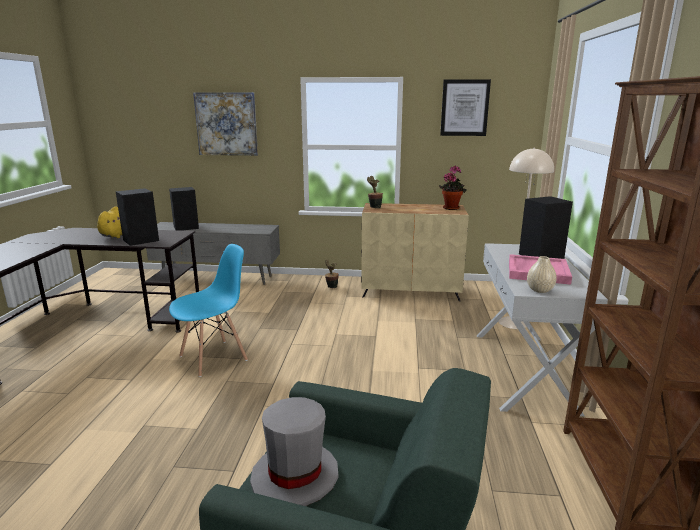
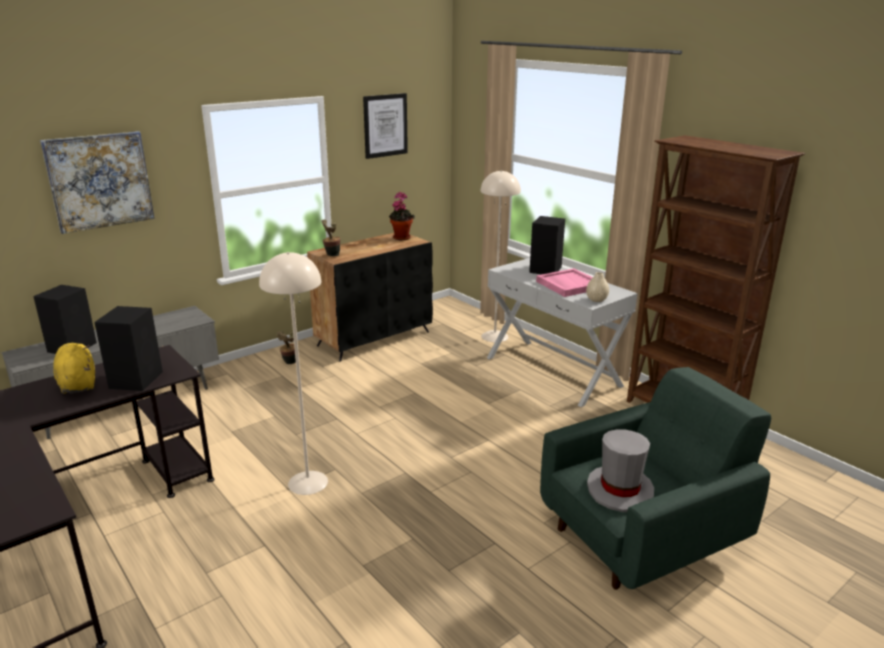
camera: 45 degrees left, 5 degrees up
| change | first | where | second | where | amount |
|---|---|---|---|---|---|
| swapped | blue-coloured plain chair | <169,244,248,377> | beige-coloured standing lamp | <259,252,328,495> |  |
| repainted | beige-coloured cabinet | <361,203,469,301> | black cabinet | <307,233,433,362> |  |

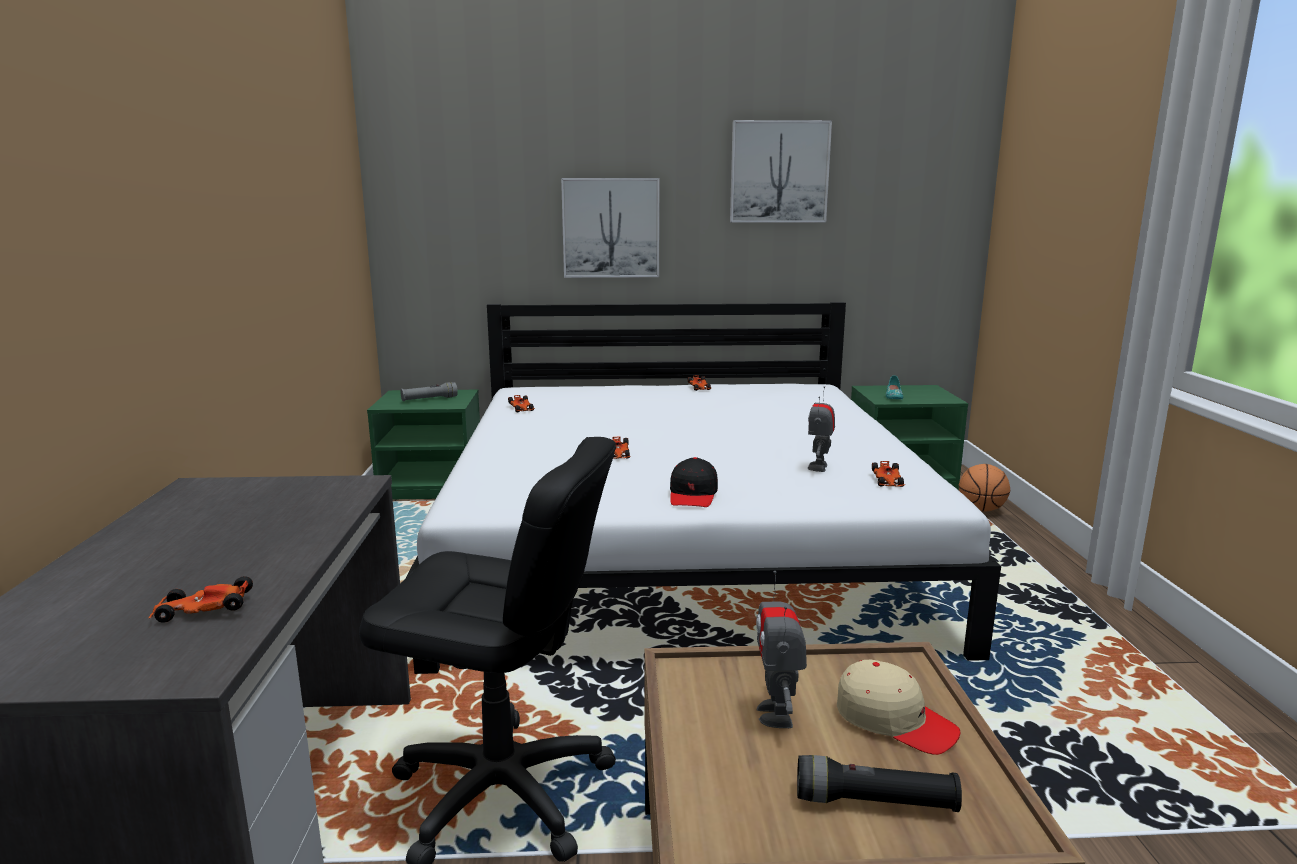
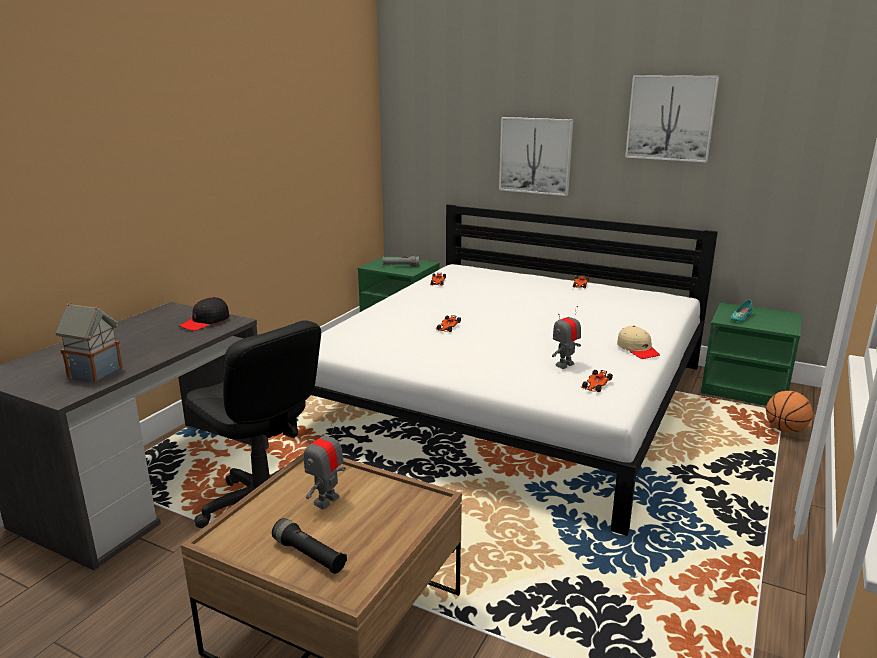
camera: 30 degrees right, 5 degrees up
| change | first | where | second | where | amount |
|---|---|---|---|---|---|
| swapped | miniature car | <148,576,253,623> | model house | <55,302,123,382> |  |
| shifted | black cap | <670,457,718,507> |  | <179,297,229,331> |  |
| shifted | beige-coloured cap | <837,660,960,755> |  | <617,326,660,359> |  |

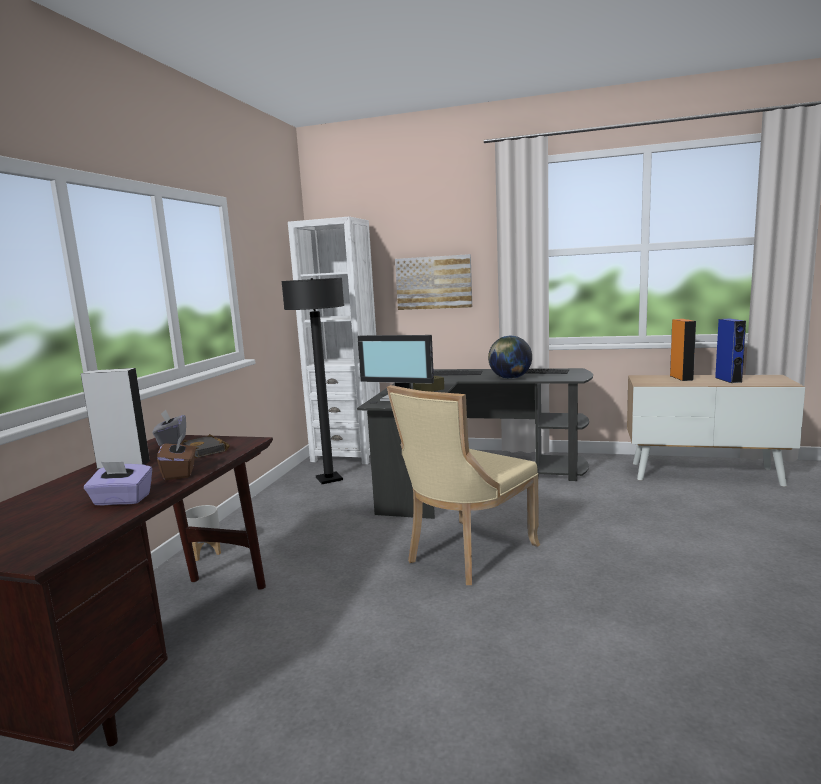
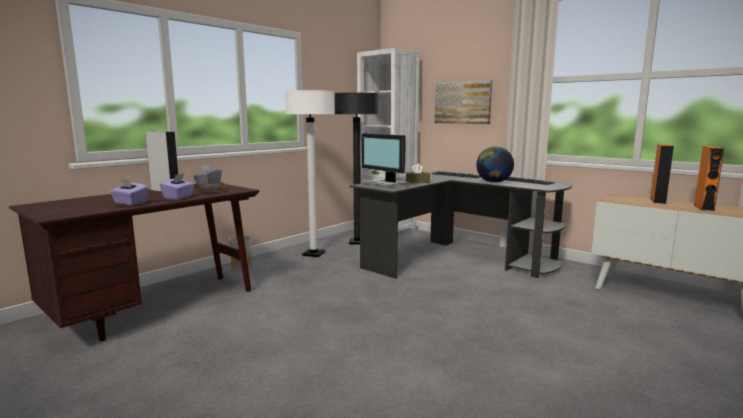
camera: 25 degrees right, 0 degrees up
| change | first | where | second | where | amount |
|---|---|---|---|---|---|
| repainted | brownish box of tissues | <157,434,196,480> | purple-coloured box of tissues | <160,174,195,200> |  |
| new |  |  | white-coloured standing lamp | <285,90,334,257> |  |
| repainted | blue-coloured loudspeaker | <715,318,746,383> | orangey loudspeaker | <694,146,724,211> |  |
| gone | beige-coloured plain chair | <387,385,540,585> |  |  |  |

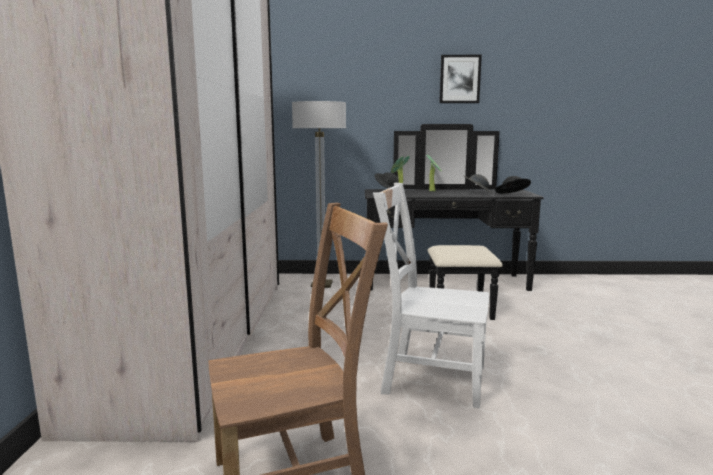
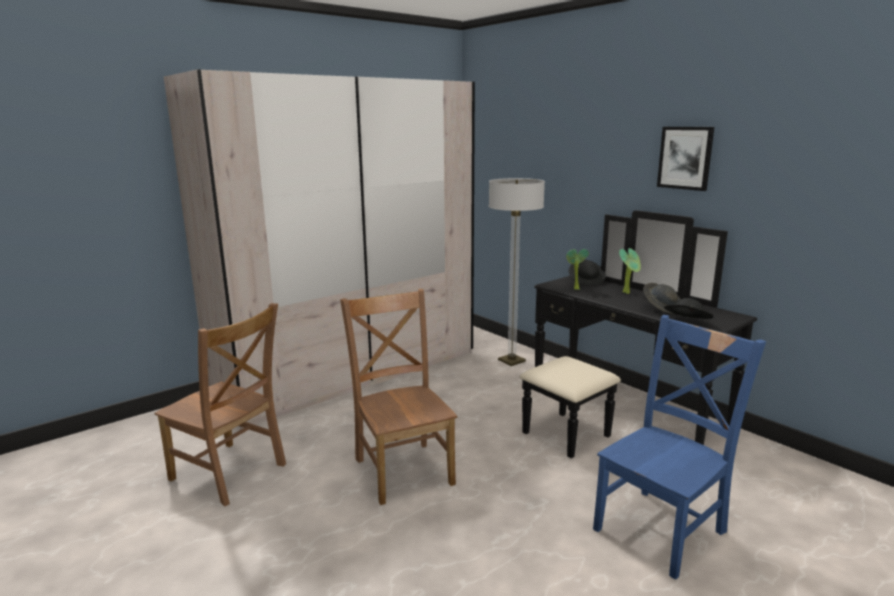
camera: 50 degrees right, 5 degrees up
| change | first | where | second | where | amount |
|---|---|---|---|---|---|
| repainted | white-coloured plain chair | <373,183,489,408> | brownish plain chair | <340,289,457,505> |  |
| new |  |  | blue-coloured plain chair | <593,315,766,580> |  |

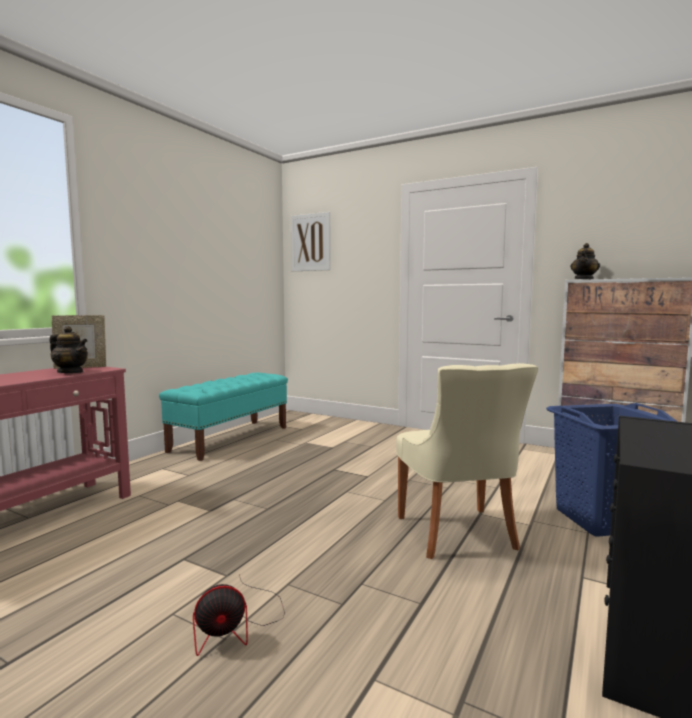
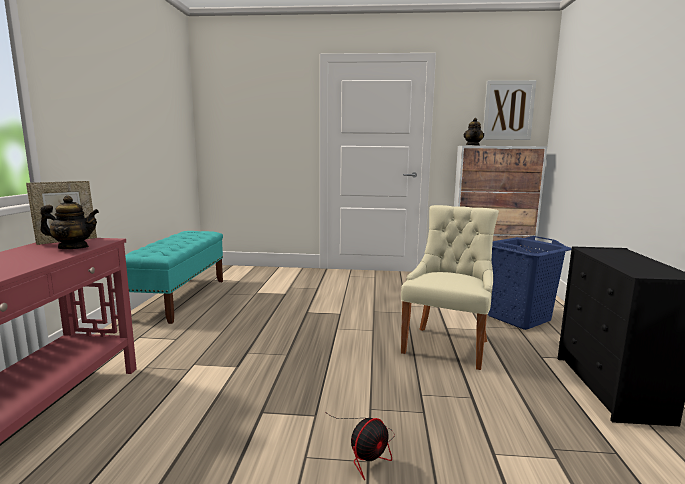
camera: 25 degrees left, 5 degrees up
| change | first | where | second | where | amount |
|---|---|---|---|---|---|
| rotated | beige-coloured plain chair | <396,363,538,559> |  | <401,205,499,370> | 120 degrees counterclockwise |
| shifted | wall art | <291,212,331,271> |  | <482,80,536,140> |  |

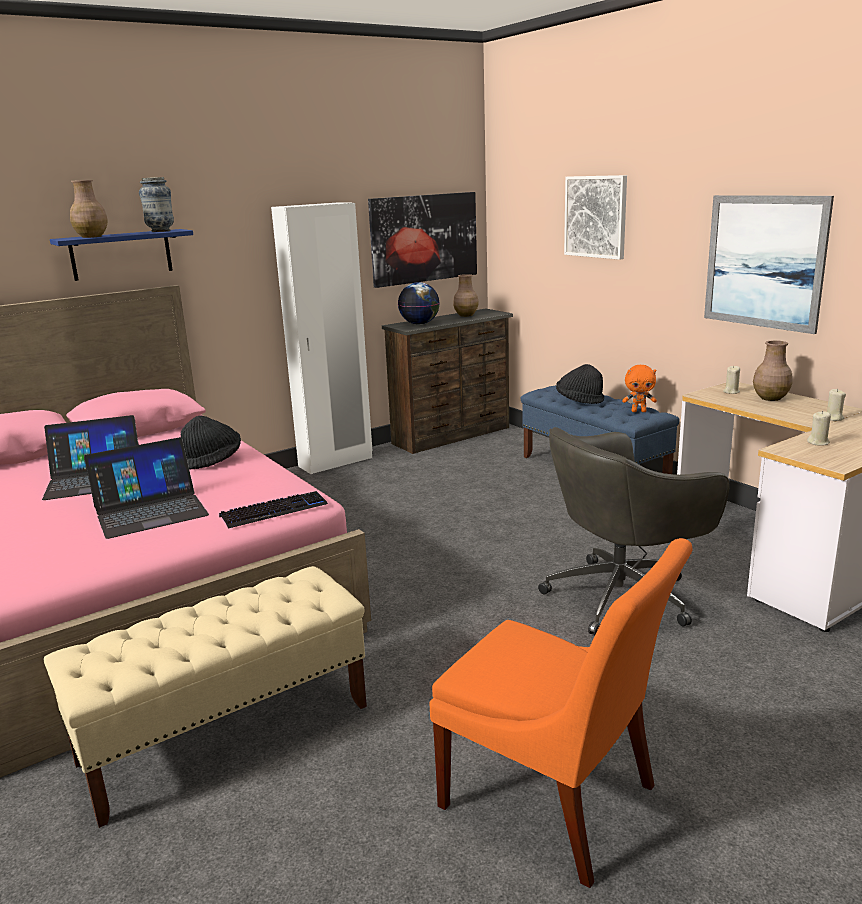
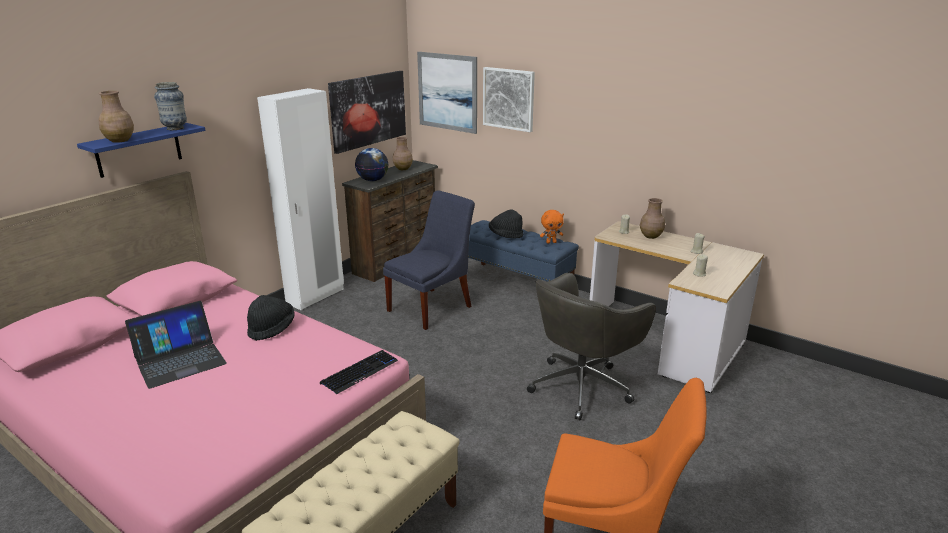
camera: 20 degrees left, 5 degrees up
| change | first | where | second | where | amount |
|---|---|---|---|---|---|
| new |  |  | blue-coloured plain chair | <383,190,475,330> |  |
| shifted | wall art | <704,195,834,334> |  | <417,52,477,134> |  |
| gone | laptop | <84,437,209,539> |  |  |  |

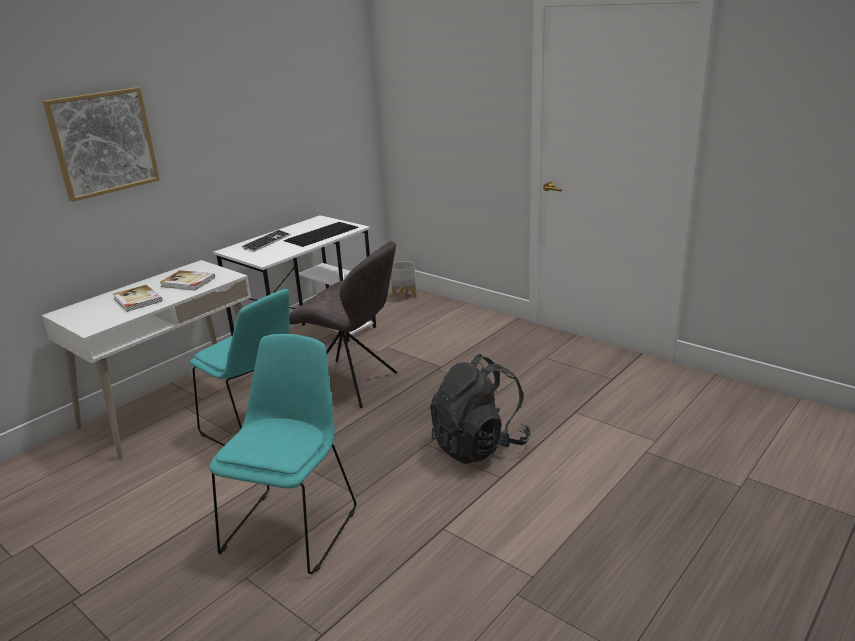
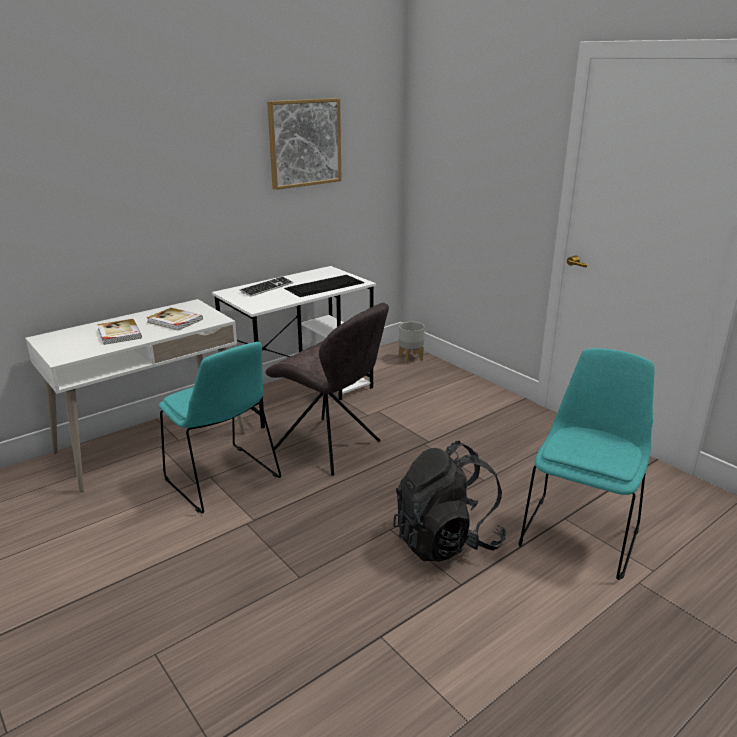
camera: 10 degrees right, 0 degrees up
| change | first | where | second | where | amount |
|---|---|---|---|---|---|
| shifted | wall art | <43,87,160,202> |  | <267,98,342,190> |  |
| shifted | turquoise-coloured plain chair | <209,334,356,574> |  | <518,348,655,580> |  |

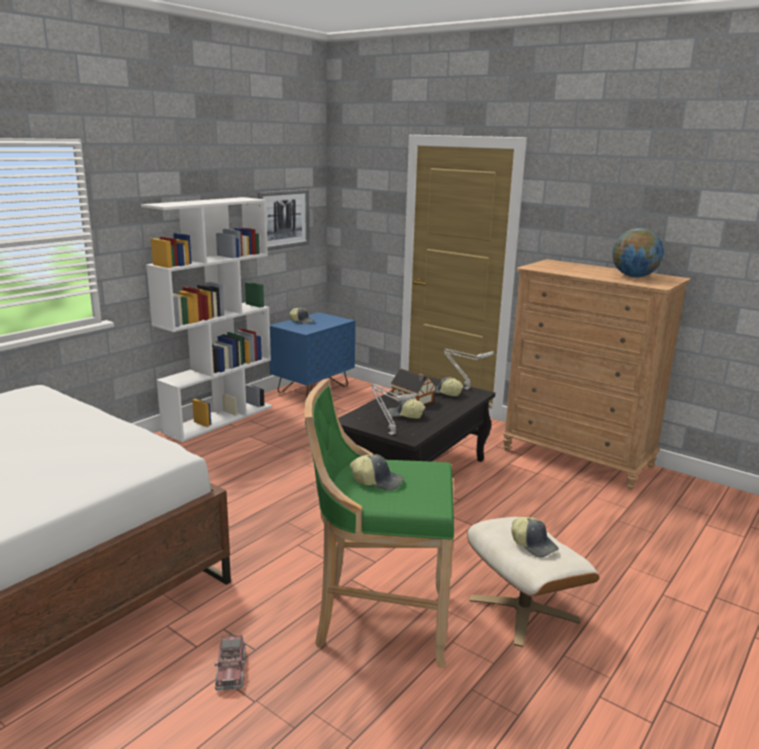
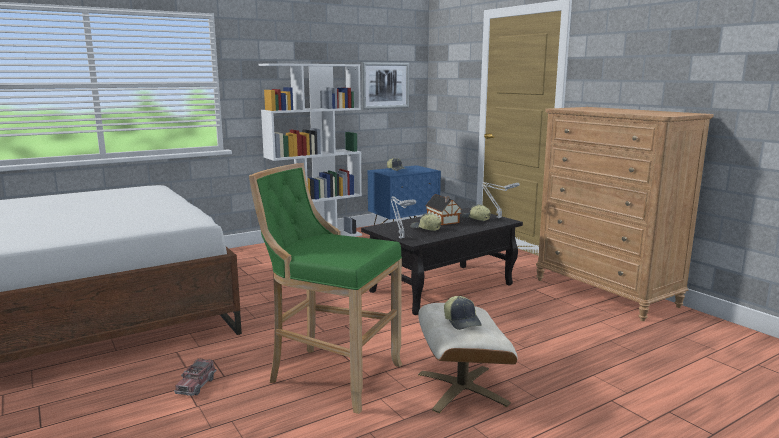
camera: 20 degrees right, 5 degrees down
| change | first | where | second | where | amount |
|---|---|---|---|---|---|
| gone | cap | <350,454,404,491> |  |  |  |
| gone | globe | <612,228,664,277> |  |  |  |

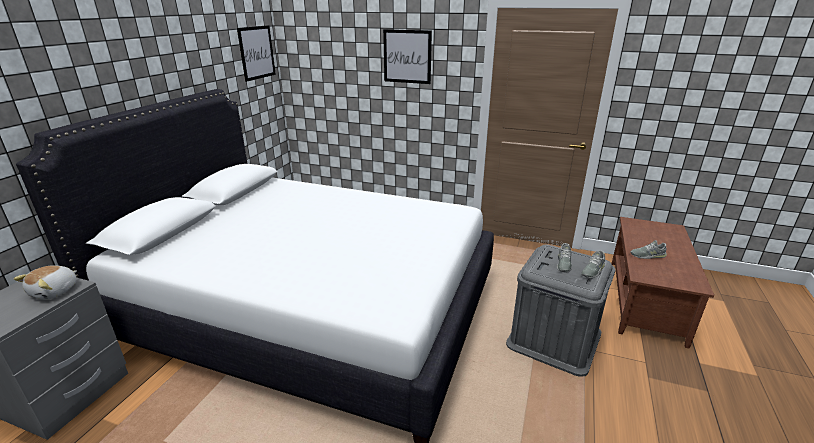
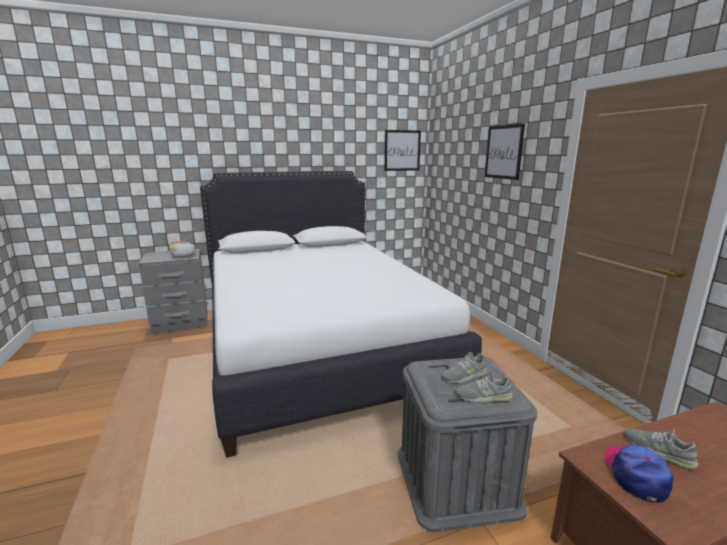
camera: 50 degrees right, 10 degrees down
| change | first | where | second | where | amount |
|---|---|---|---|---|---|
| new |  |  | cap | <605,444,673,503> |  |

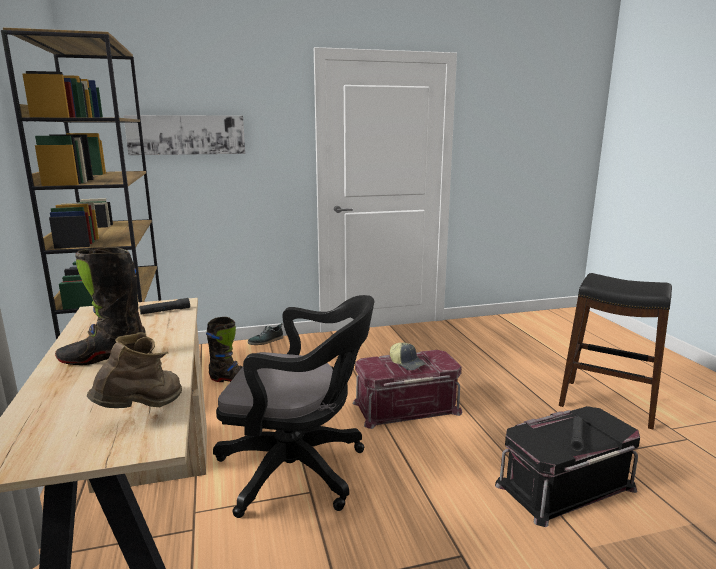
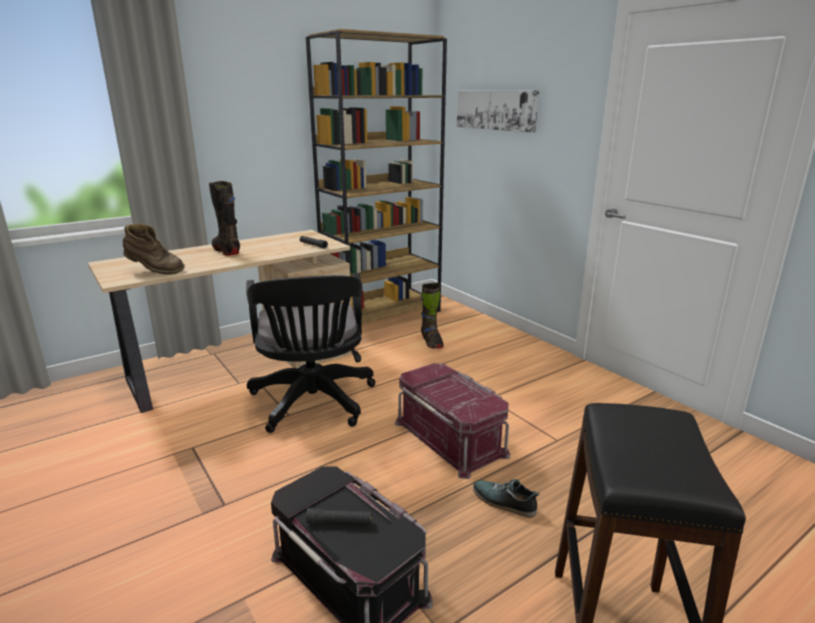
camera: 70 degrees right, 5 degrees up
| change | first | where | second | where | amount |
|---|---|---|---|---|---|
| shifted | shoe | <248,323,283,345> |  | <473,479,540,518> |  |
| gone | cap | <390,342,426,371> |  |  |  |

